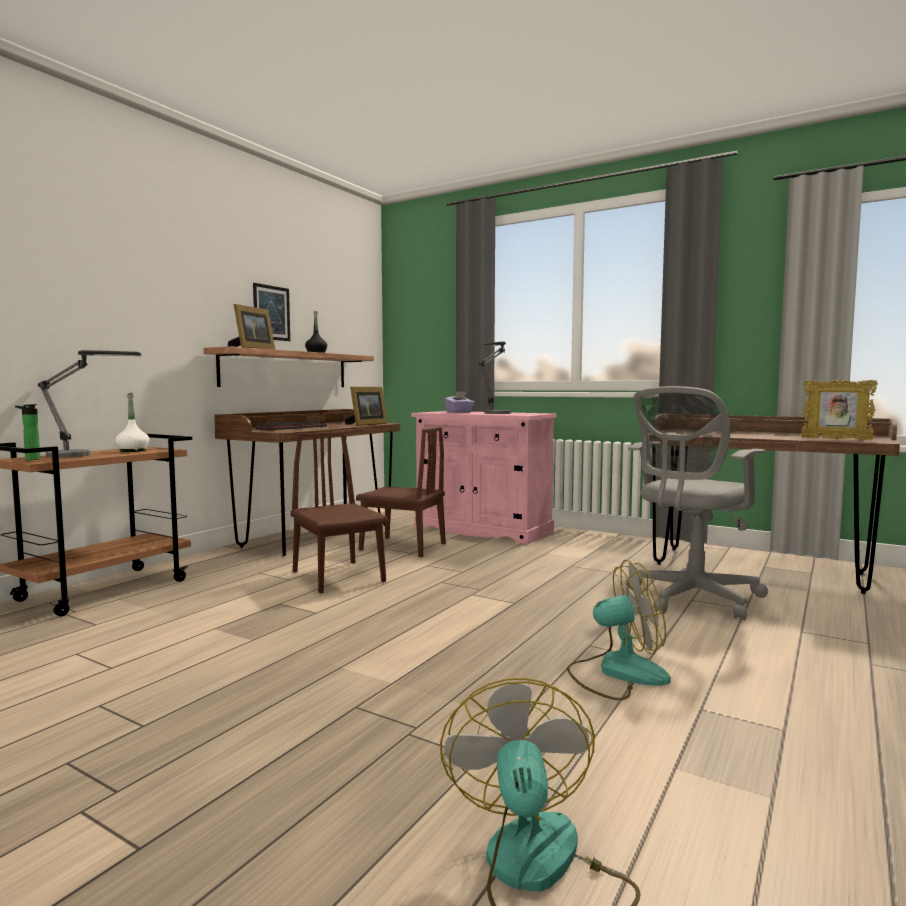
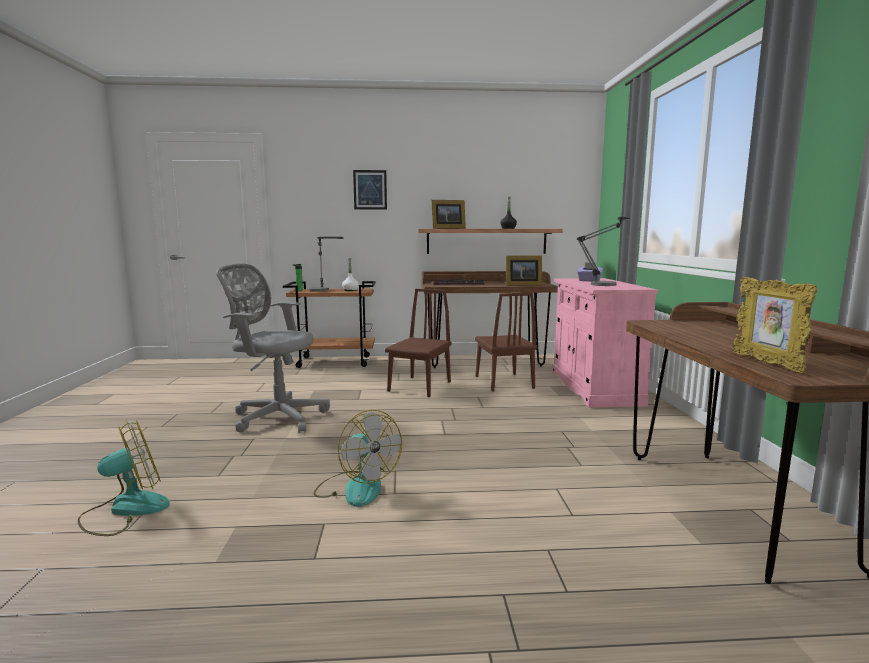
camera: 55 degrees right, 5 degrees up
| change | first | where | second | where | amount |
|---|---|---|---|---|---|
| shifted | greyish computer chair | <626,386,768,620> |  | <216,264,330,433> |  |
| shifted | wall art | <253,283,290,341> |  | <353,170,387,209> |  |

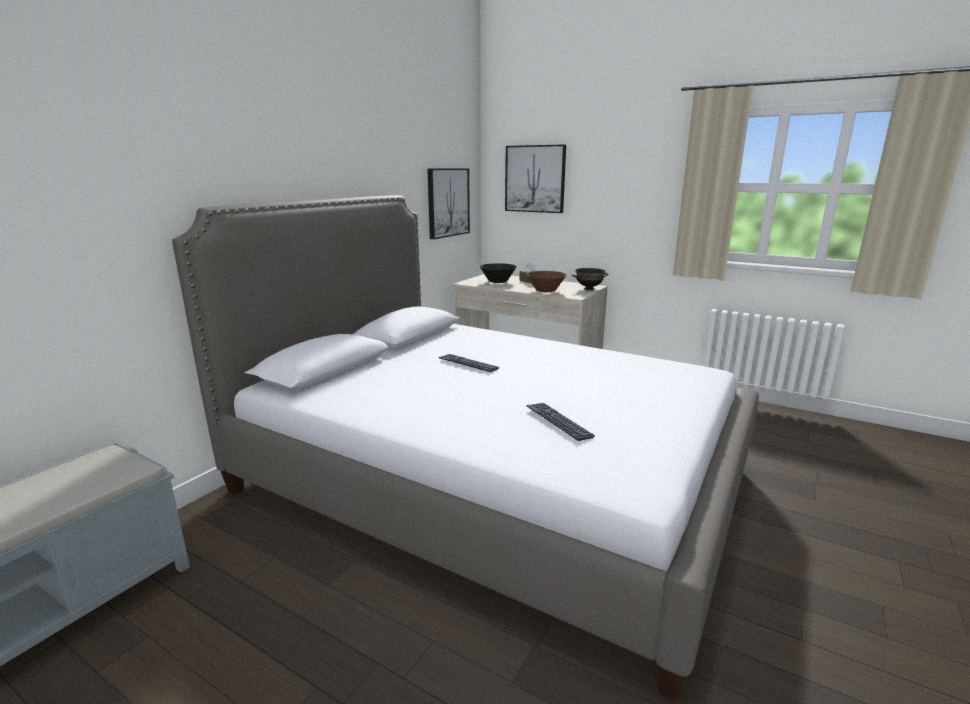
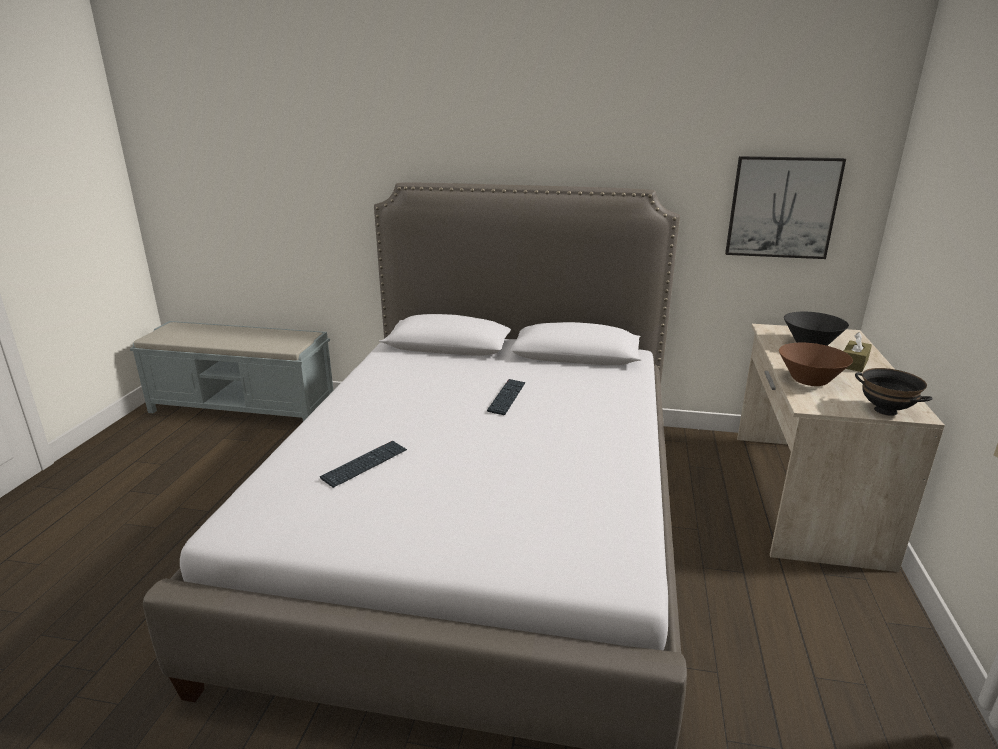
camera: 70 degrees right, 5 degrees up
| change | first | where | second | where | amount |
|---|---|---|---|---|---|
| gone | wall art | <505,144,566,213> |  |  |  |

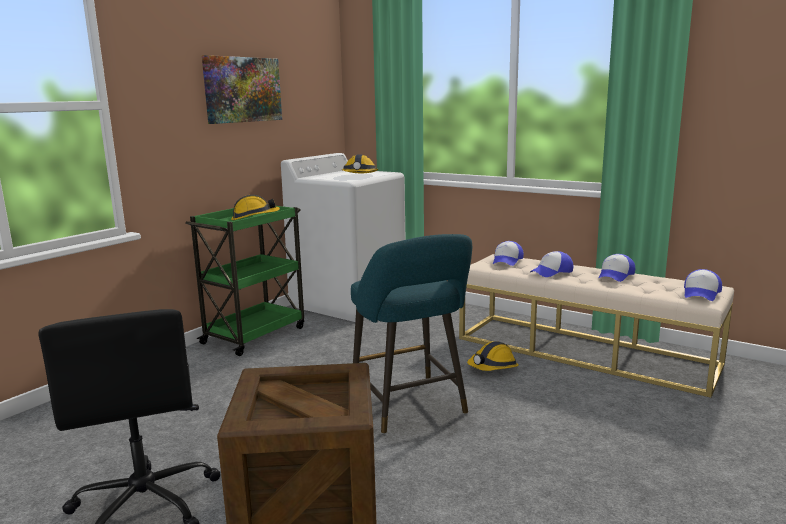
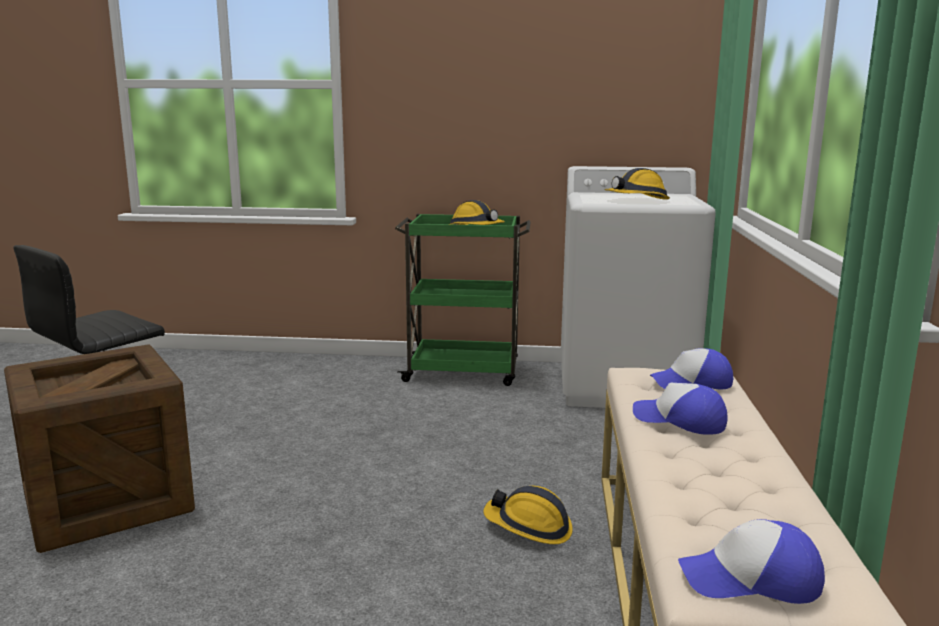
camera: 60 degrees right, 0 degrees up
| change | first | where | second | where | amount |
|---|---|---|---|---|---|
| gone | wall art | <202,55,282,124> |  |  |  |
| gone | turquoise-coloured stool | <351,234,472,434> |  |  |  |
| gone | cap | <598,254,635,282> |  |  |  |

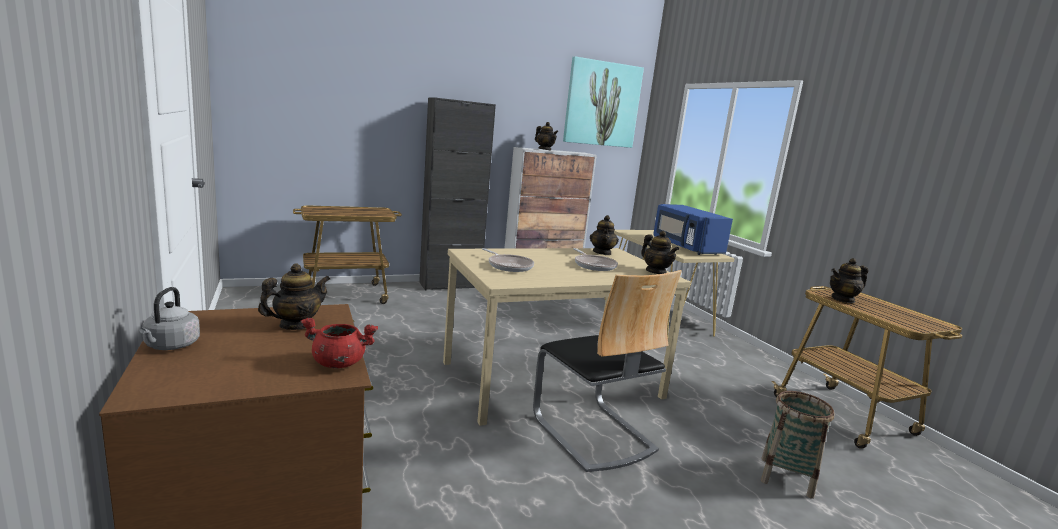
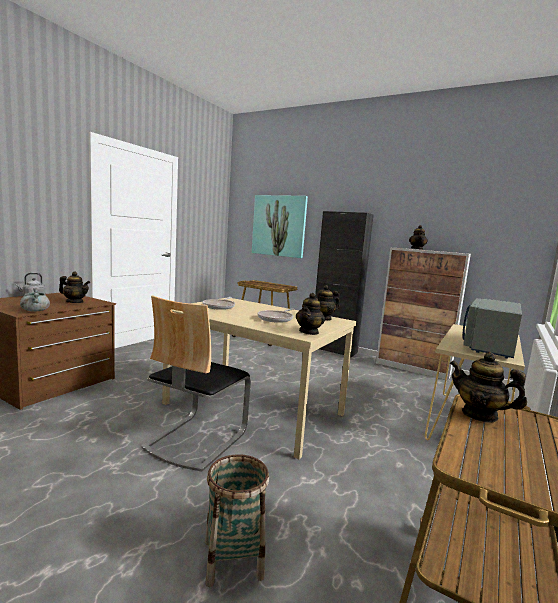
camera: 55 degrees right, 5 degrees down
| change | first | where | second | where | amount |
|---|---|---|---|---|---|
| repainted | red stockpot | <300,318,378,368> | greyish stockpot | <20,288,50,312> |  |
| shifted | wall art | <563,56,644,148> |  | <252,195,308,258> |  |
| repainted | blue-coloured kitchen microwave | <653,204,733,255> | greyish kitchen microwave | <462,298,522,359> |  |

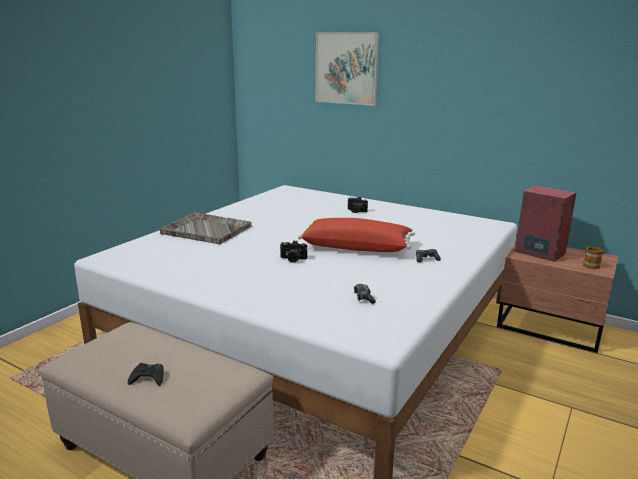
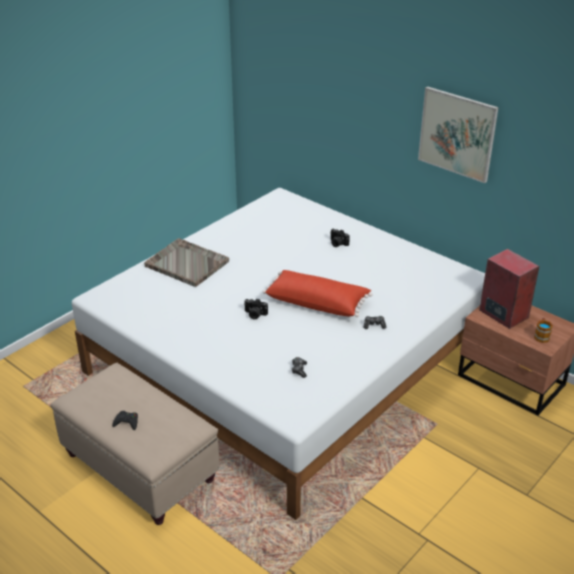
camera: 10 degrees right, 15 degrees up
| change | first | where | second | where | amount |
|---|---|---|---|---|---|
| shifted | wall art | <316,32,379,106> |  | <418,87,499,183> |  |

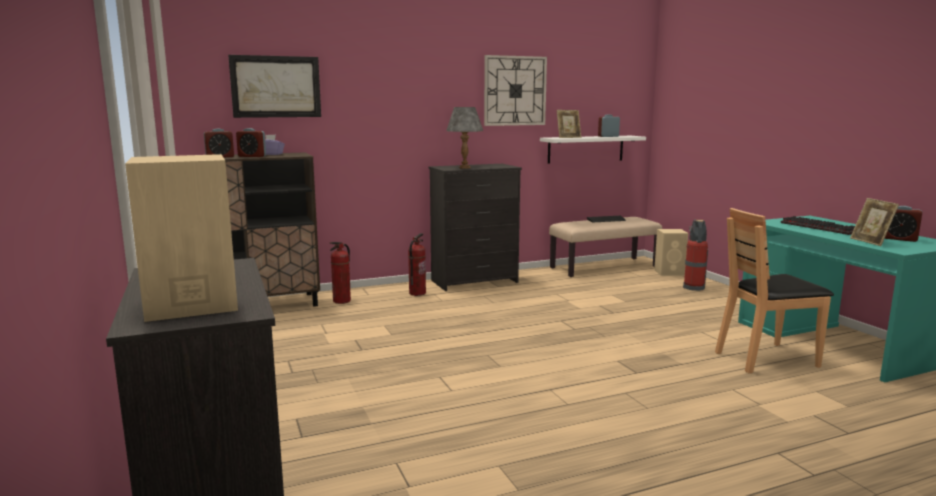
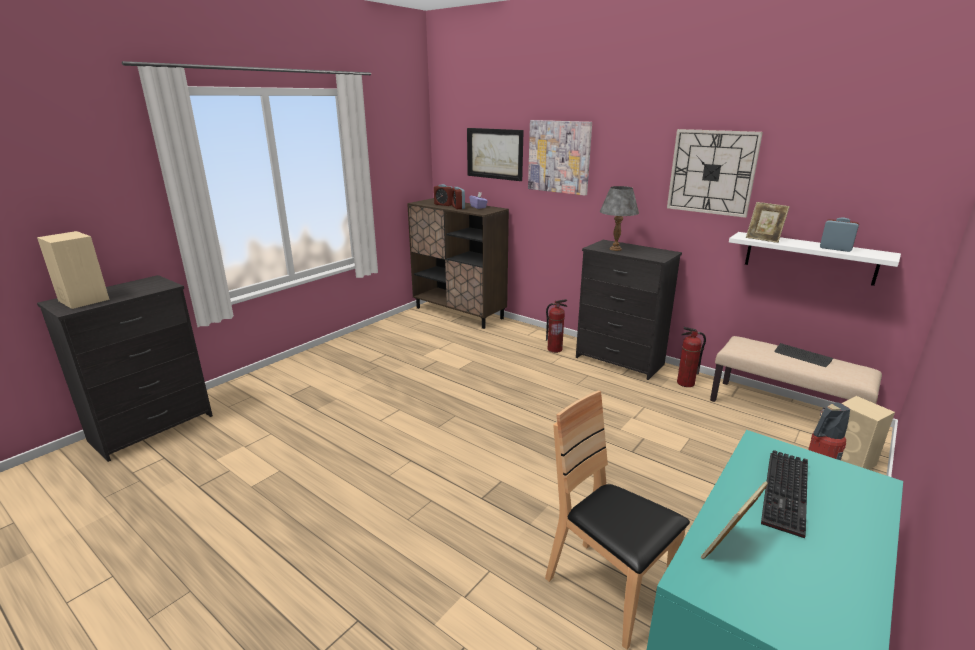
camera: 60 degrees right, 10 degrees up
| change | first | where | second | where | amount |
|---|---|---|---|---|---|
| new |  |  | wall art | <528,120,592,196> |  |
| shifted | extinguisher | <330,242,351,304> |  | <677,327,706,387> |  |
| gone | bedside clock | <884,206,922,242> |  |  |  |

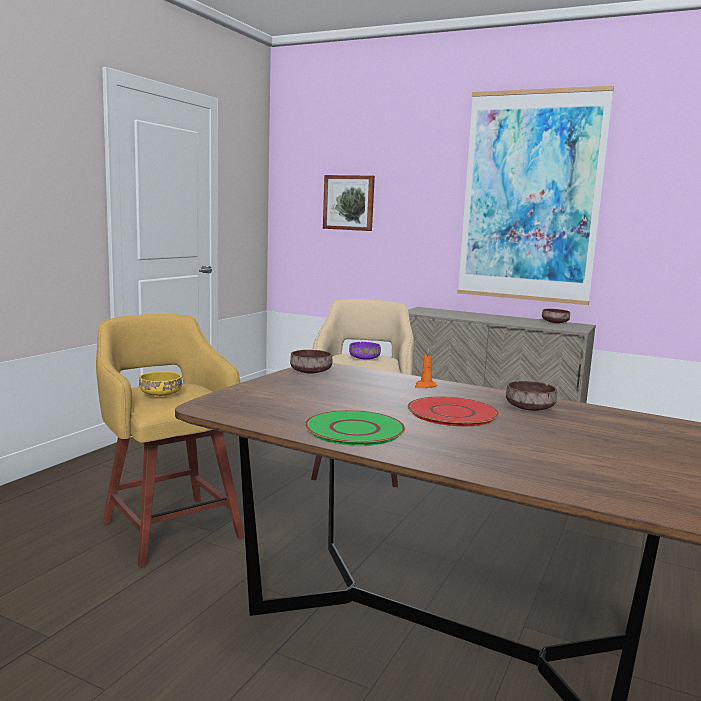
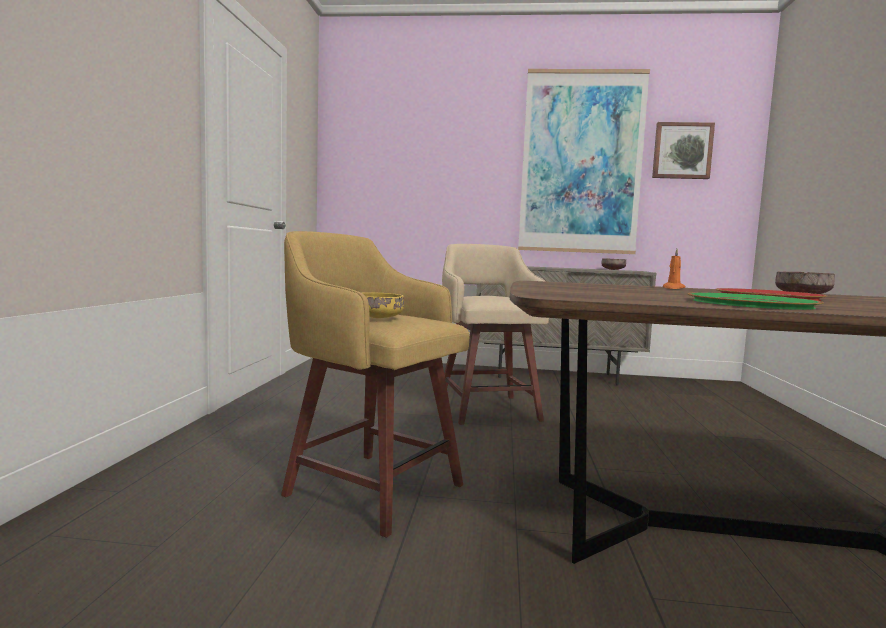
camera: 20 degrees left, 5 degrees down
| change | first | where | second | where | amount |
|---|---|---|---|---|---|
| shifted | wall art | <323,175,375,231> |  | <652,122,715,179> |  |
| gone | brownish serving bowl | <290,350,332,374> |  |  |  |
| gone | purple-coloured serving bowl | <349,342,381,360> |  |  |  |

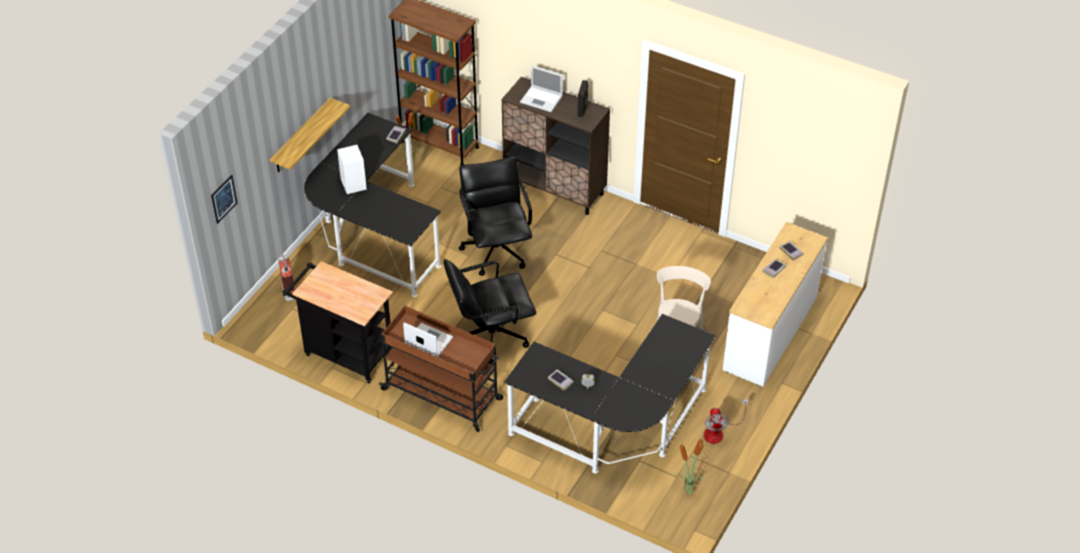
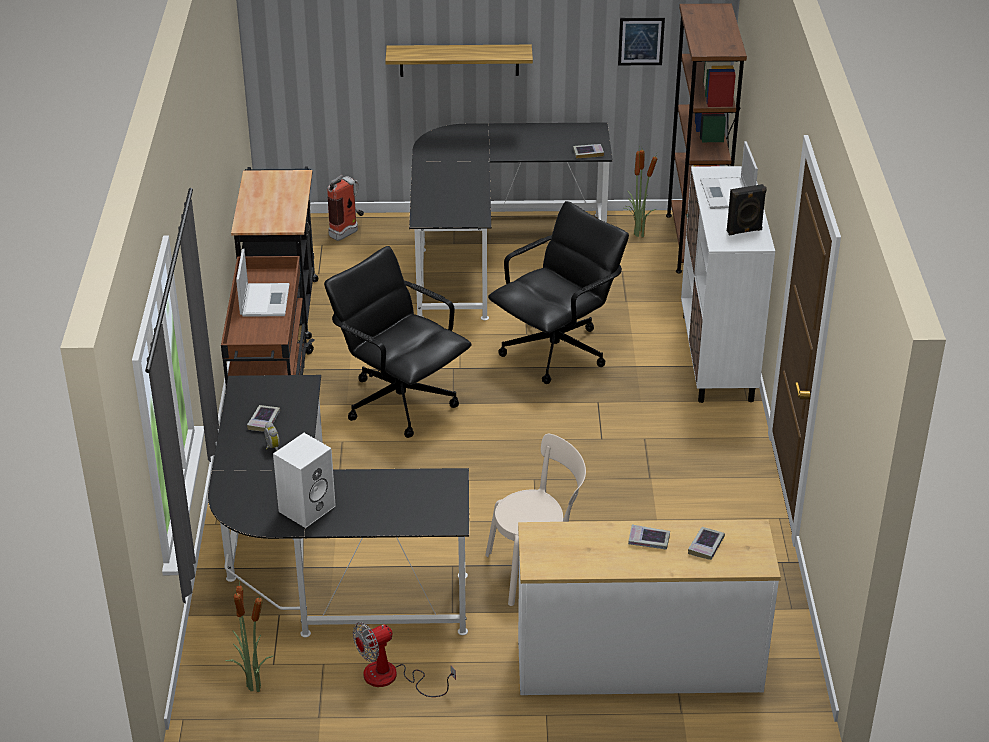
camera: 60 degrees right, 10 degrees down
| change | first | where | second | where | amount |
|---|---|---|---|---|---|
| shifted | white-coloured loudspeaker | <337,145,367,194> |  | <273,433,336,528> |  |
| shifted | wall art | <211,175,237,224> |  | <618,18,665,65> |  |
| repainted | brownish cabinet | <502,77,610,215> | white-coloured cabinet | <681,166,775,403> |  |

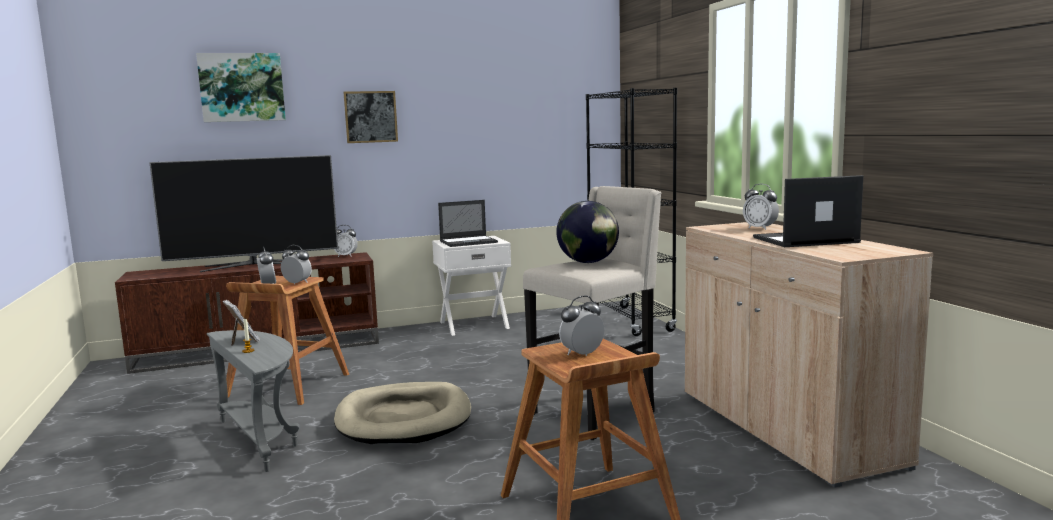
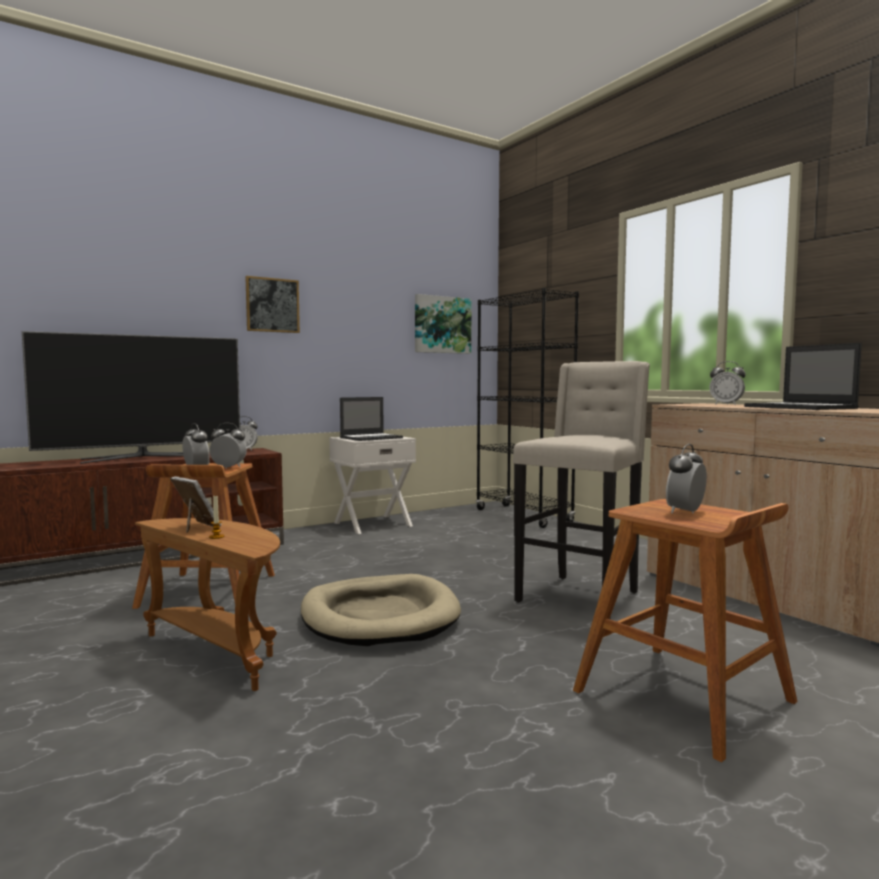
camera: 15 degrees left, 5 degrees down
| change | first | where | second | where | amount |
|---|---|---|---|---|---|
| repainted | greyish end table | <207,330,300,472> | brownish end table | <135,518,280,691> |  |
| shifted | wall art | <196,53,286,122> |  | <415,294,471,354> |  |
| rotated | laptop | <753,175,863,247> |  | <744,343,862,410> | 90 degrees counterclockwise |
| gone | globe | <556,201,619,263> |  |  |  |

